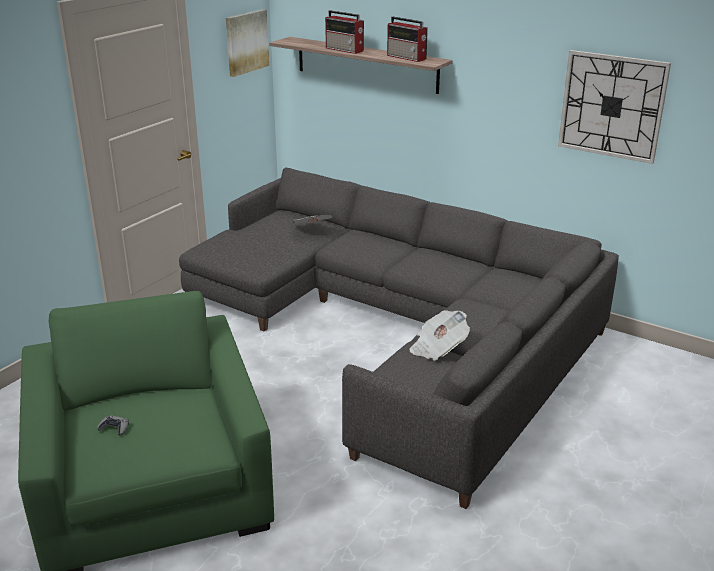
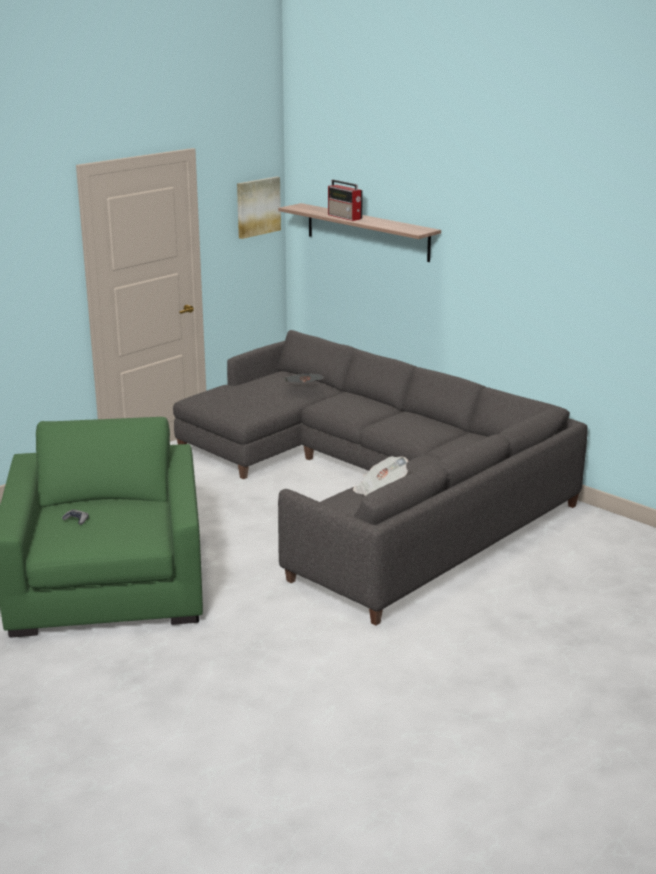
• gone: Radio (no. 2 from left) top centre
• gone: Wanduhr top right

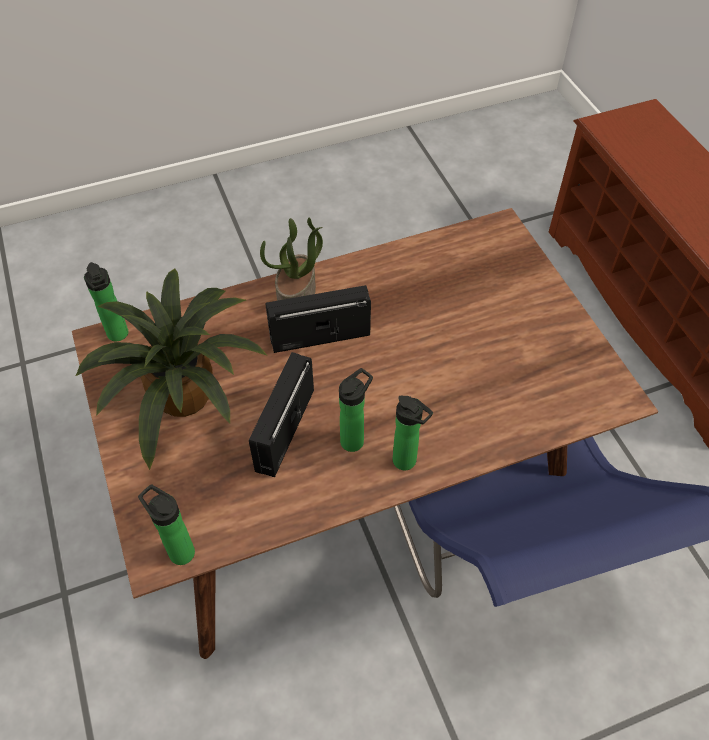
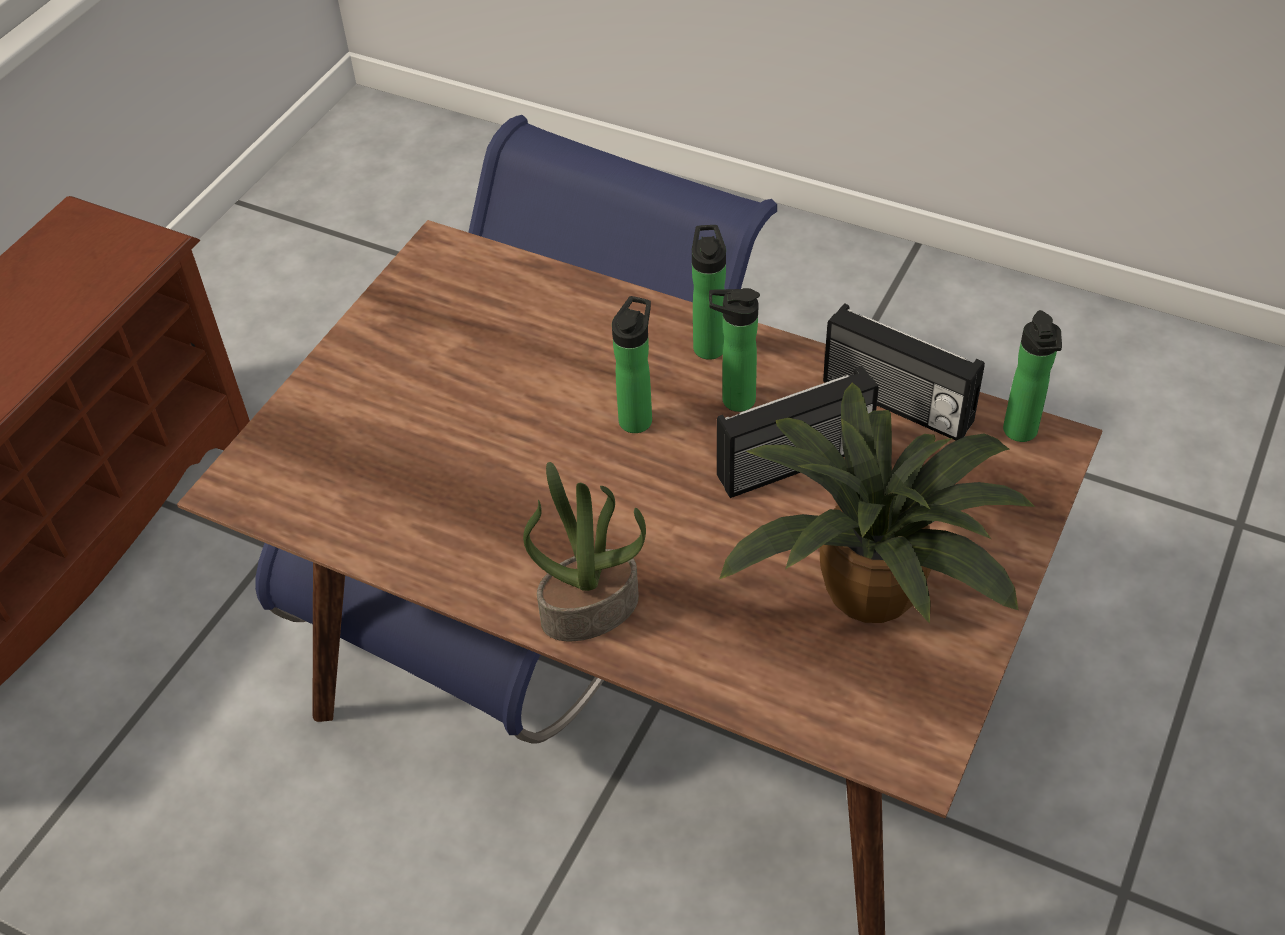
• shifted: Flasche (no. 1 from left) middle left to centre
• shifted: Radio (no. 2 from left) centre to middle right

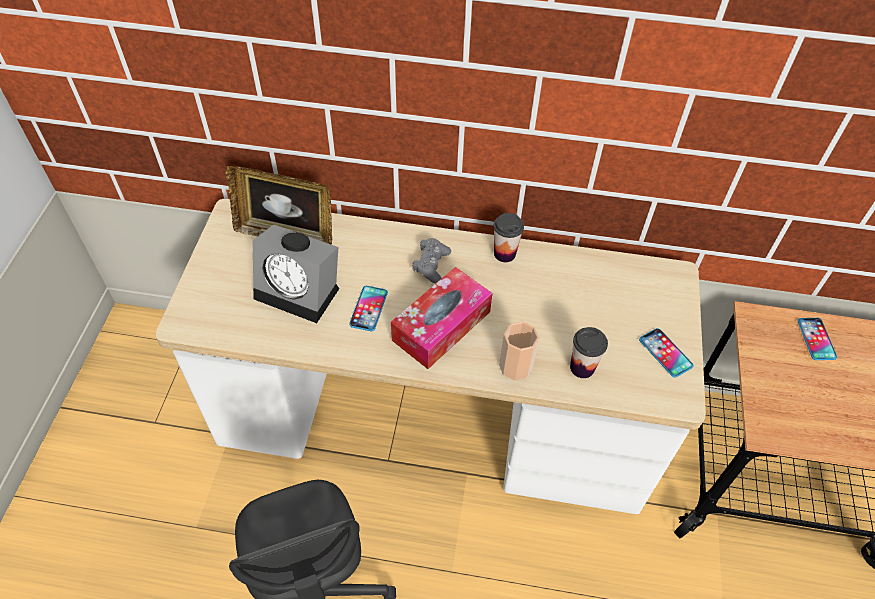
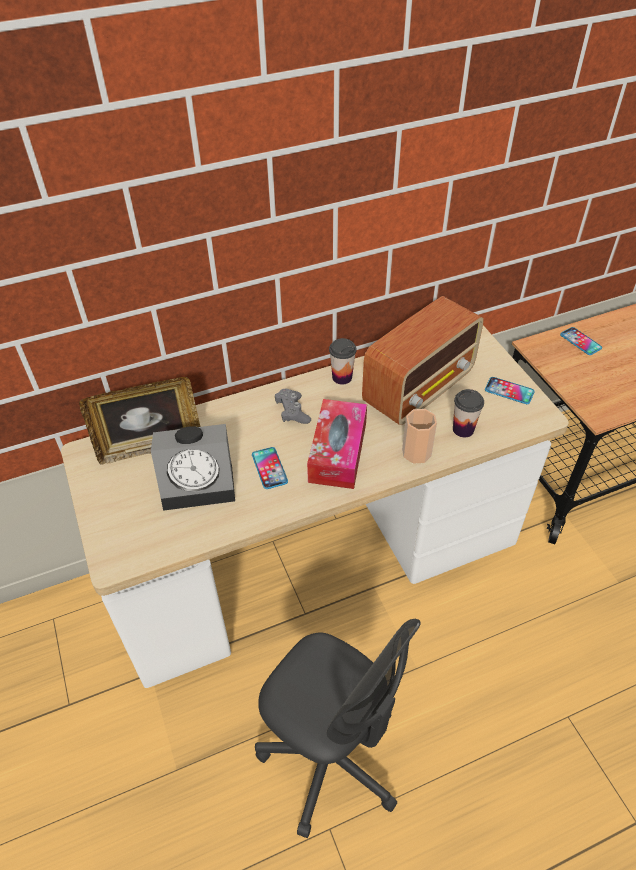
• new: Radio centre

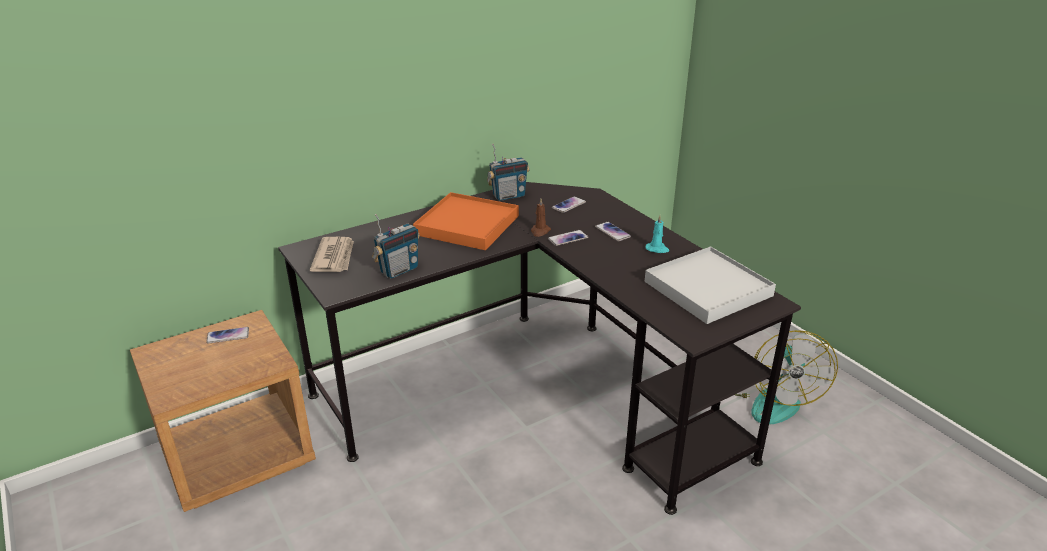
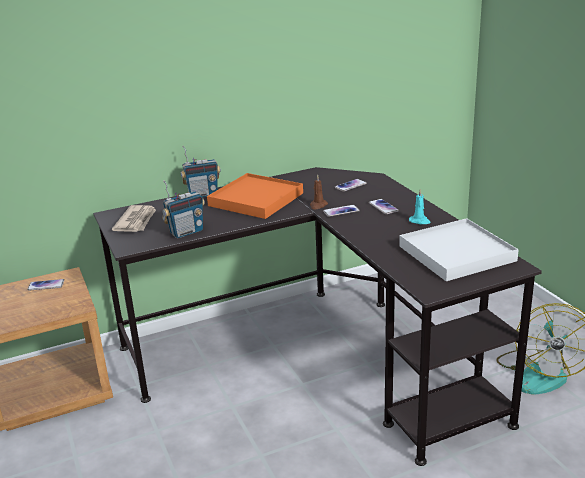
• shifted: Radio (no. 2 from left) top centre to centre

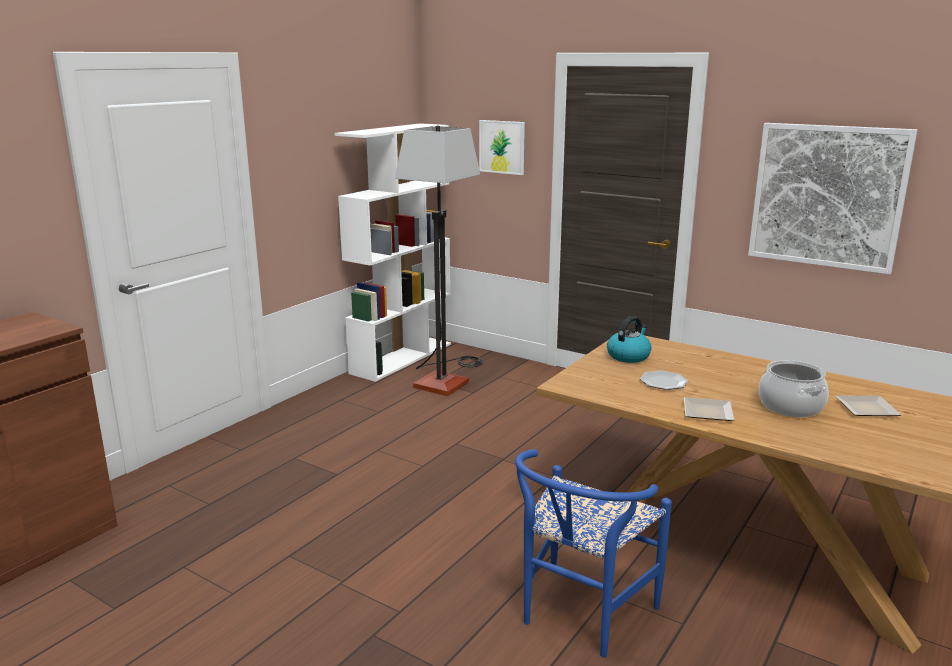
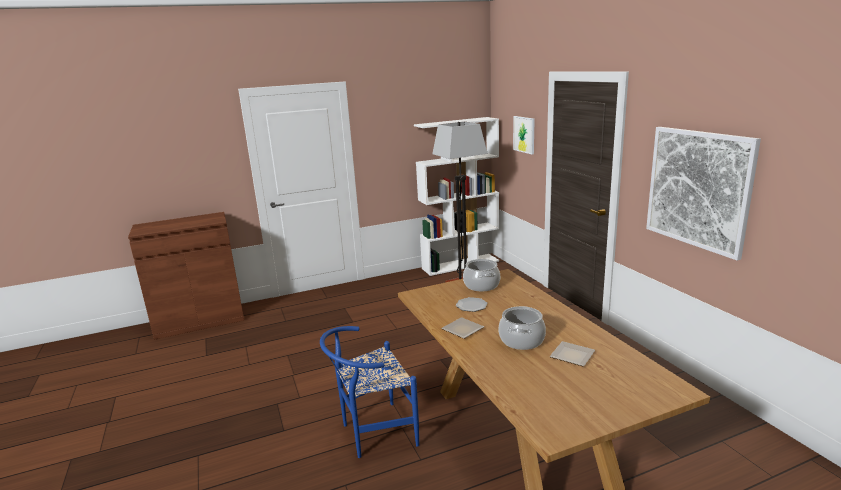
• swapped: Wasserkessel centre to Kochtopf (no. 1 from left) centre

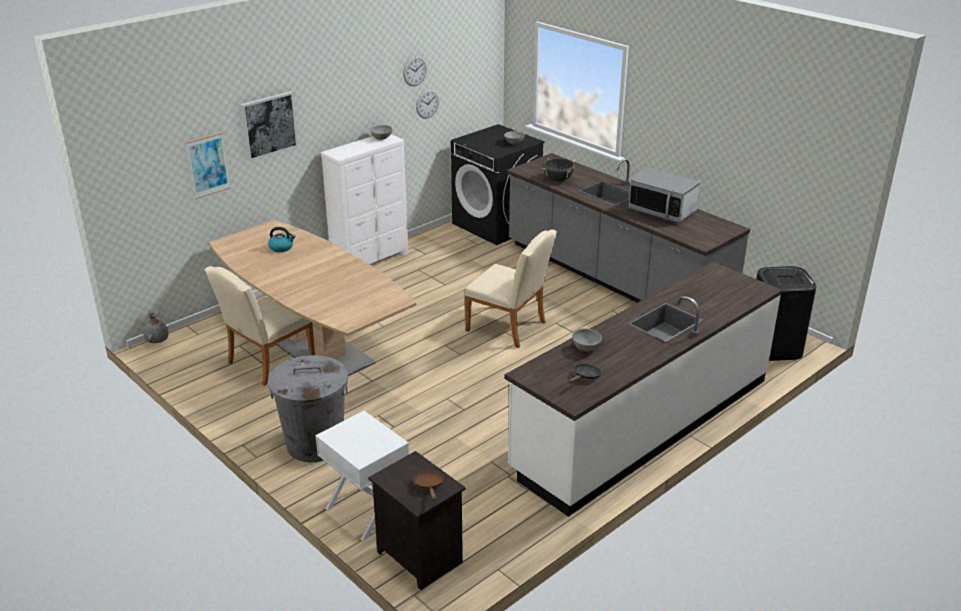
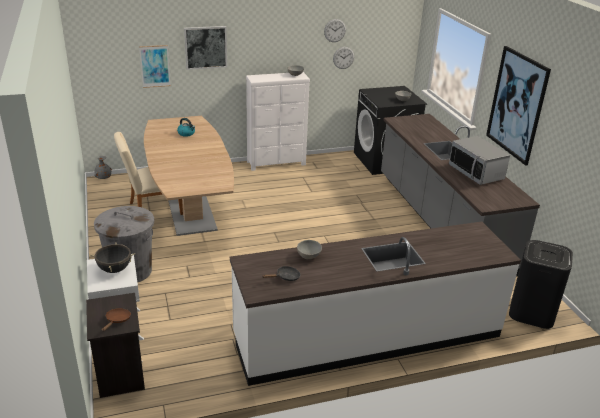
• shifted: Kochtopf/schwarz top centre to middle left
• new: Bild (no. 3 from left) top right
• gone: Stuhl/beige (no. 2 from left) centre

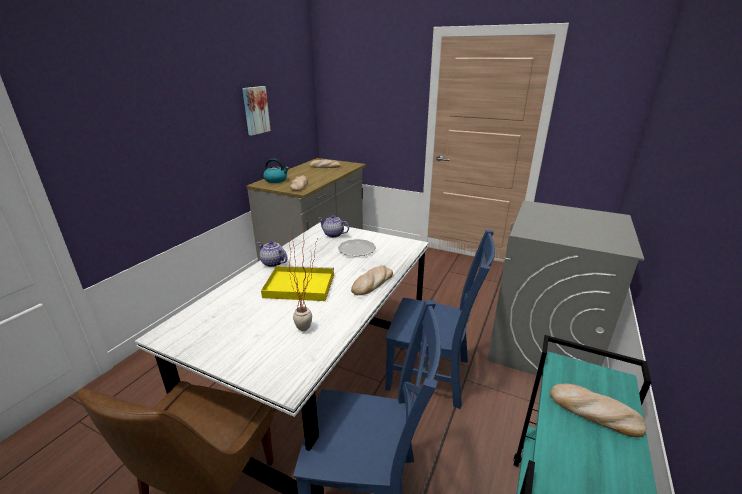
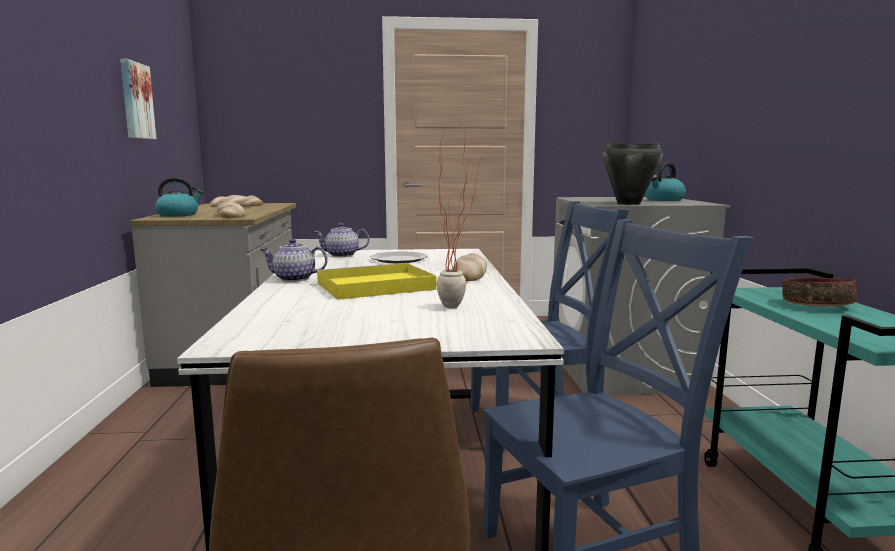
• new: Kochtopf/schwarz top right
• new: Wasserkessel (no. 2 from left) top right
• swapped: Brot (no. 4 from left) bottom right to Schüssel middle right

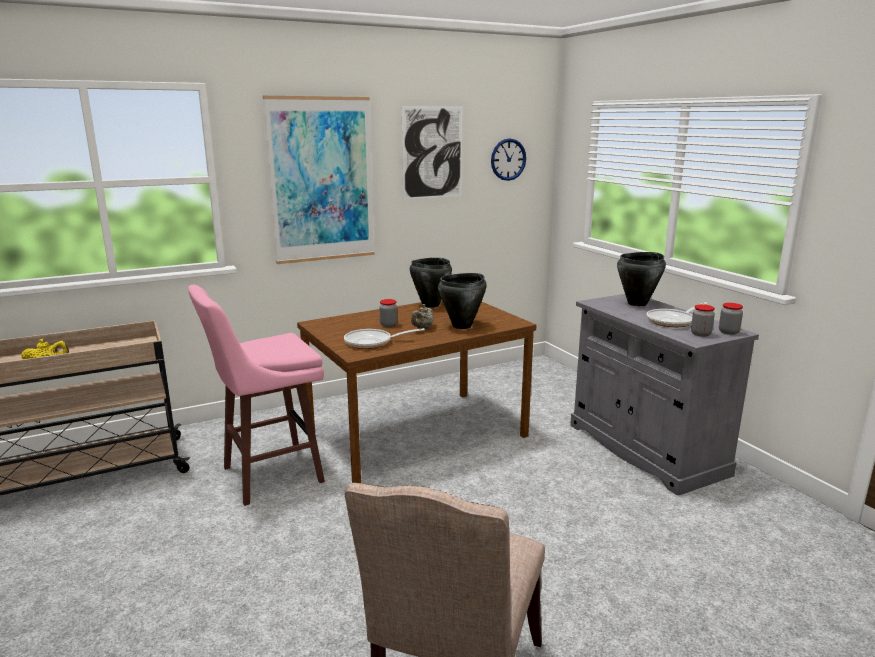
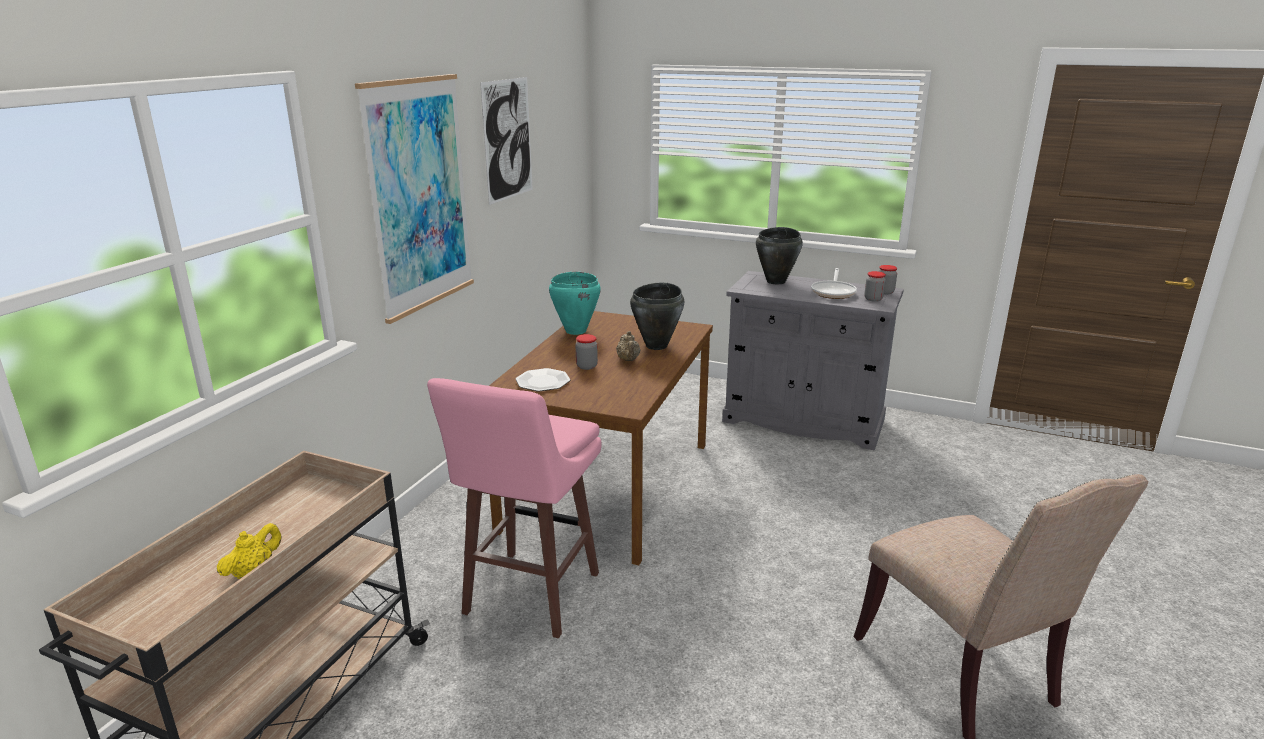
• new: Teller centre
• repainted: Kochtopf/schwarz (no. 1 from left) centre to Kochtopf/türkis centre
• gone: Pfanne (no. 1 from left) centre
• gone: Wanduhr top centre

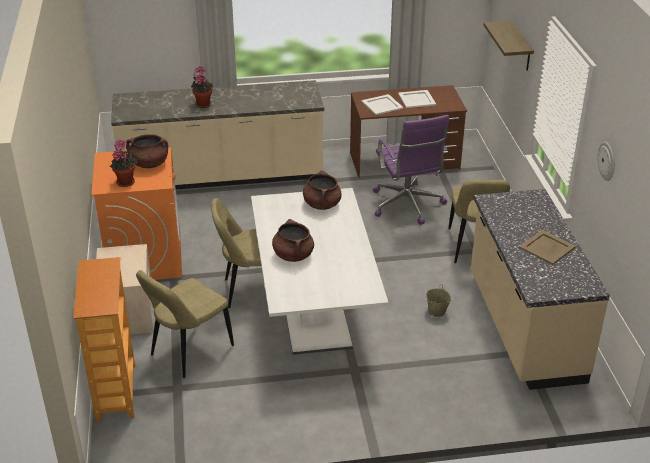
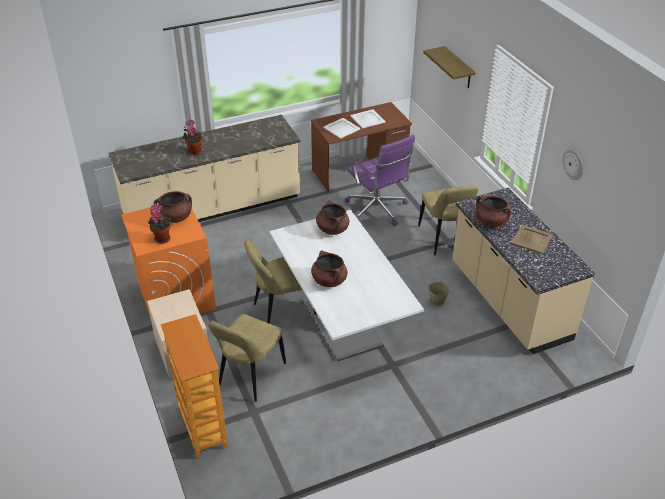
• new: Kochtopf/braun (no. 4 from left) middle right

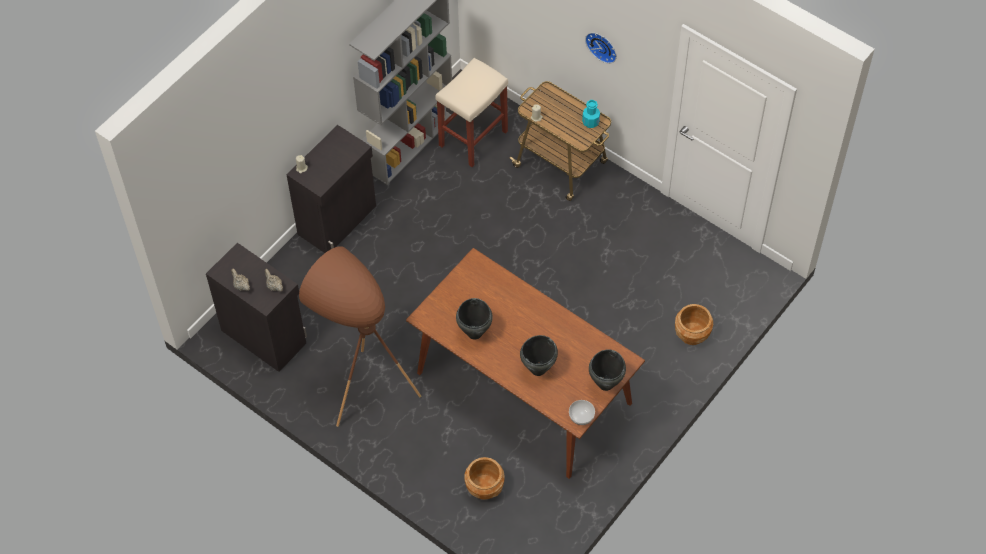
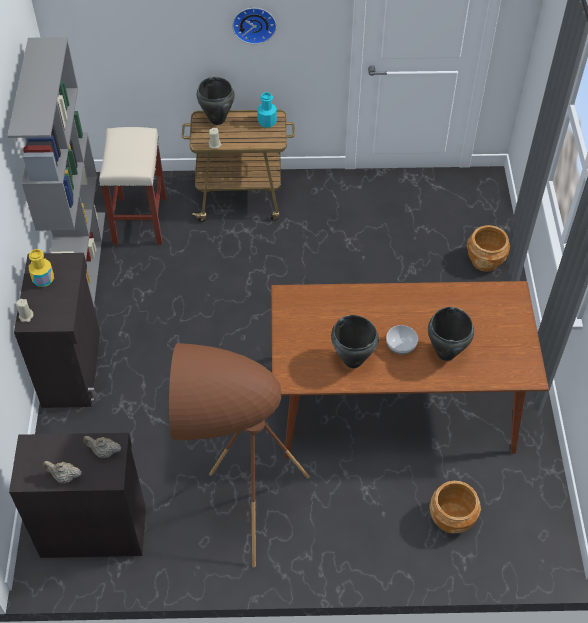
• new: Flasche/gelb middle left
• shifted: Kochtopf/schwarz (no. 3 from left in the first image) bottom centre to Kochtopf/schwarz (no. 1 from left) top centre
• shifted: Schüssel bottom centre to middle right

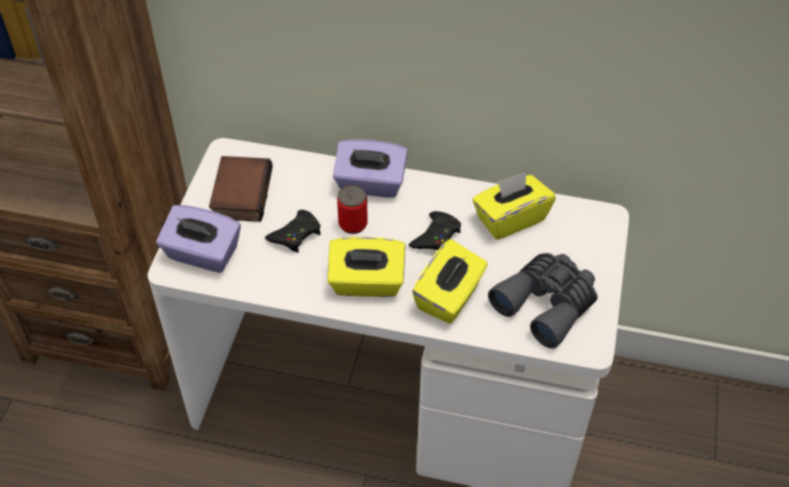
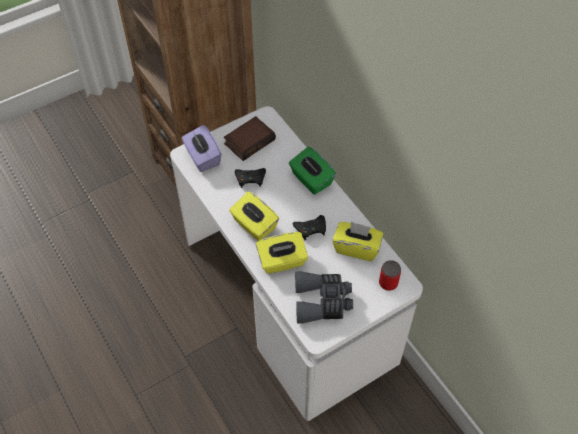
• repainted: Taschentuchbox/lila (no. 2 from left) centre to Taschentuchbox/grün centre
• shifted: Dose centre to middle right

